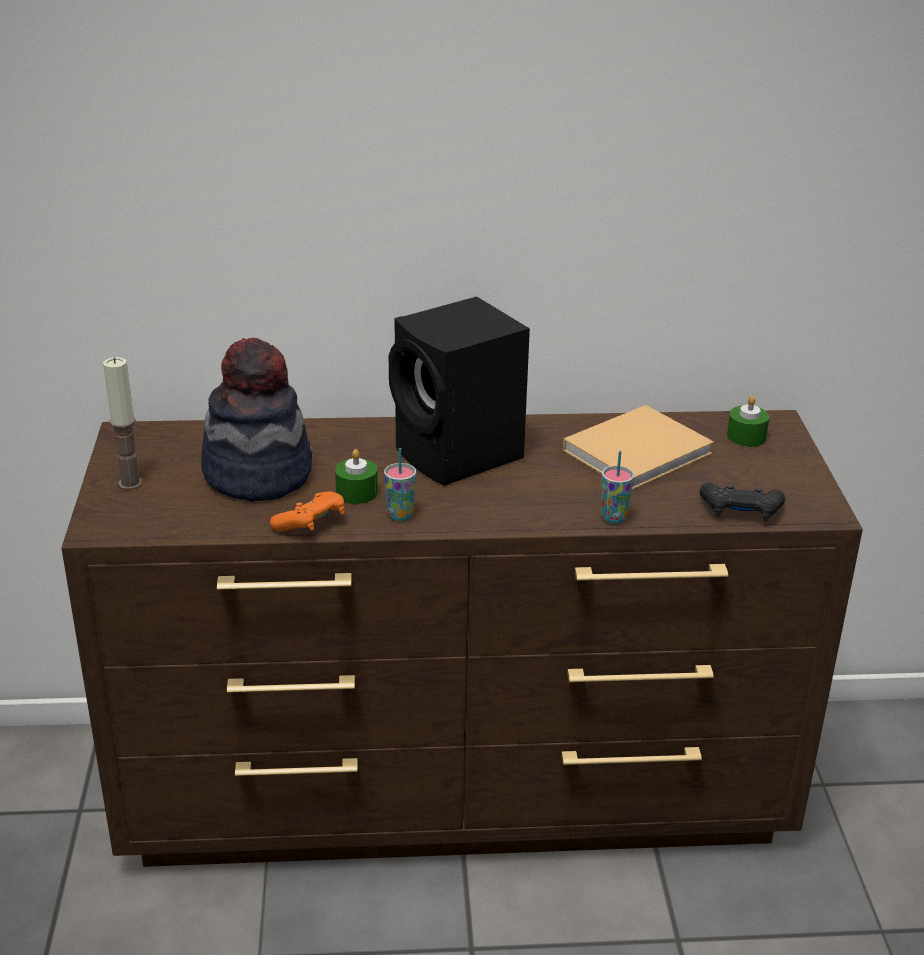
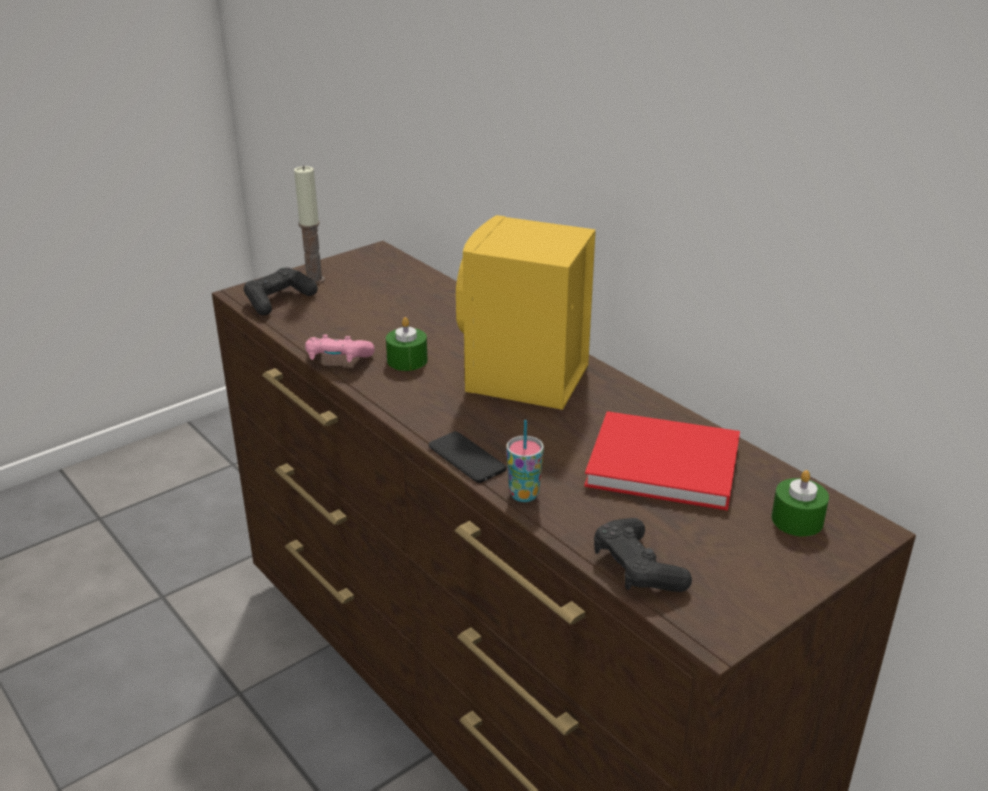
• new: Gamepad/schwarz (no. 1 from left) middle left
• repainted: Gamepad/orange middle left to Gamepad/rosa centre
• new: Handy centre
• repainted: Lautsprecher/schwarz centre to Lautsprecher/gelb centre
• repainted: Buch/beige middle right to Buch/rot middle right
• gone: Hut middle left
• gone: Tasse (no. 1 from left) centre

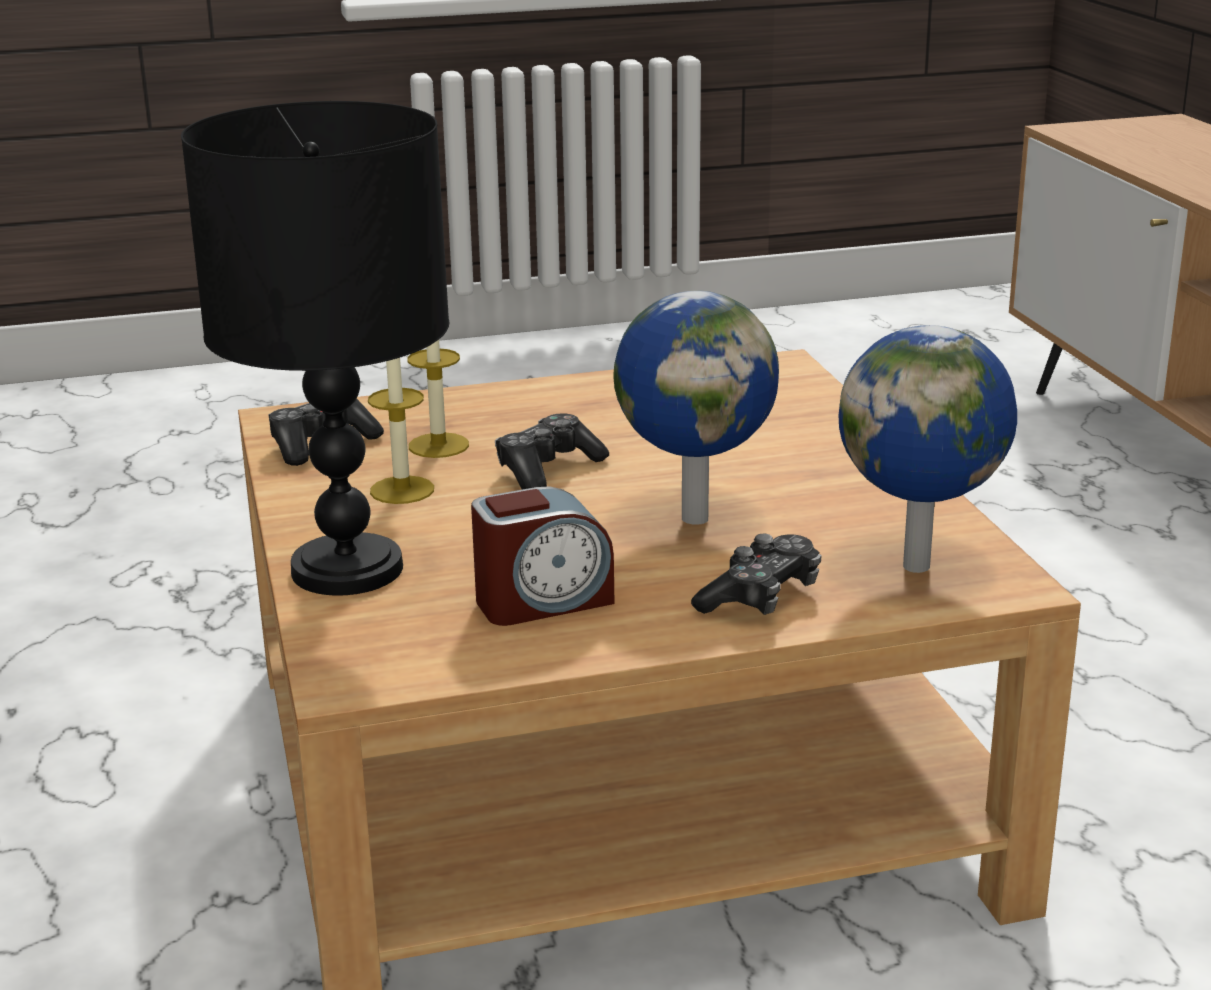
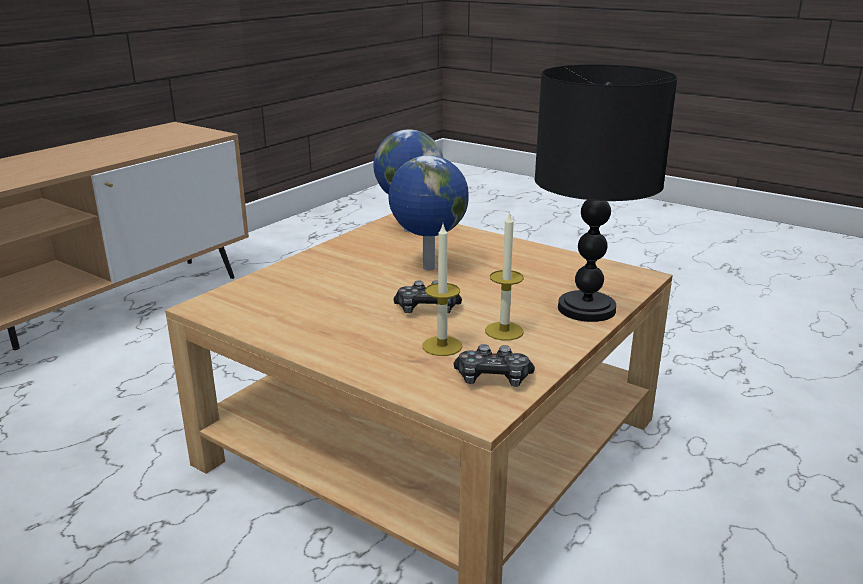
• gone: Wecker centre
• gone: Gamepad (no. 3 from left) centre

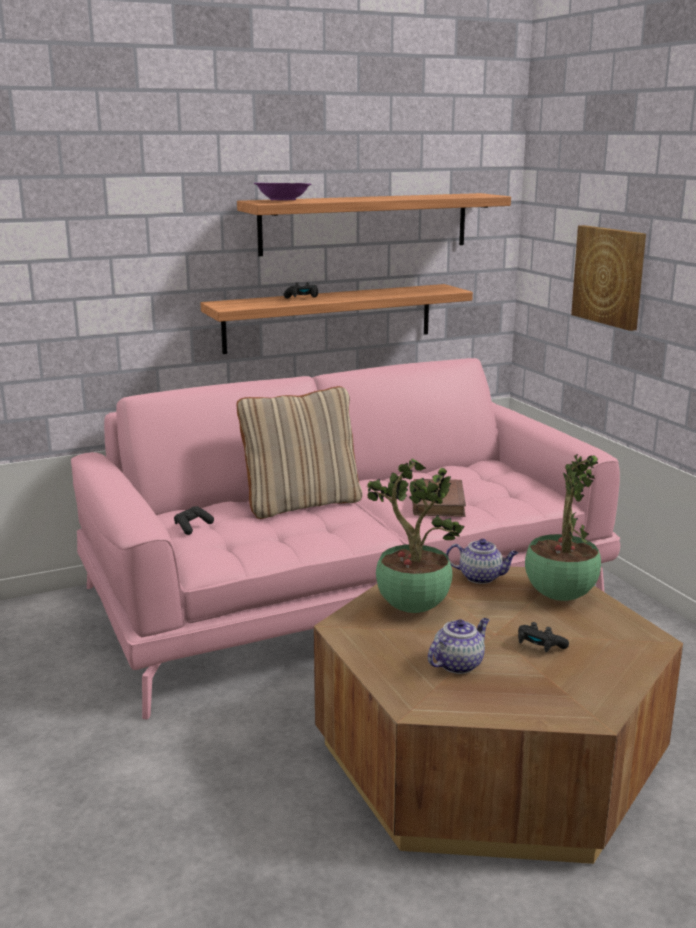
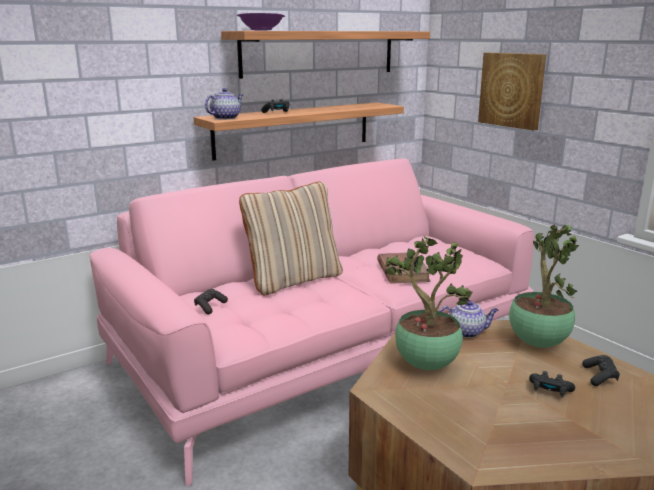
• shifted: Teekanne (no. 1 from left) bottom centre to top centre
• new: Gamepad/schwarz (no. 4 from left) bottom right

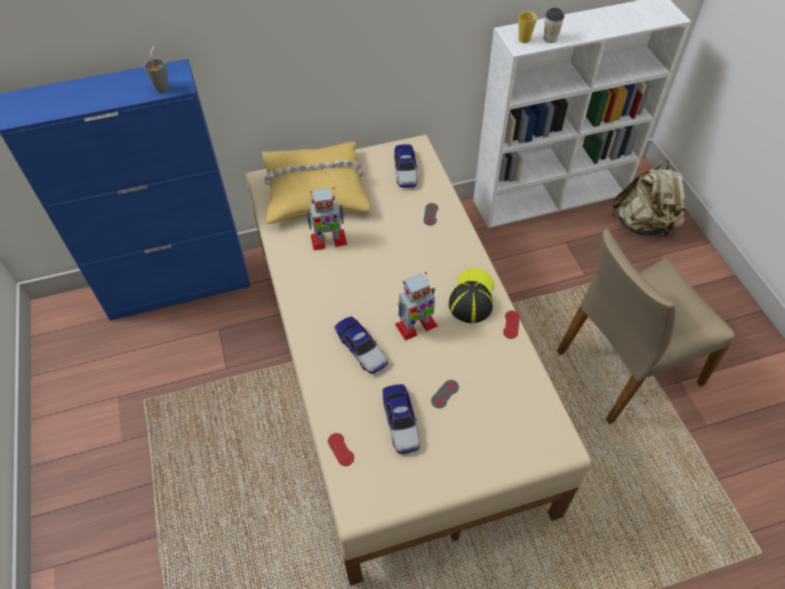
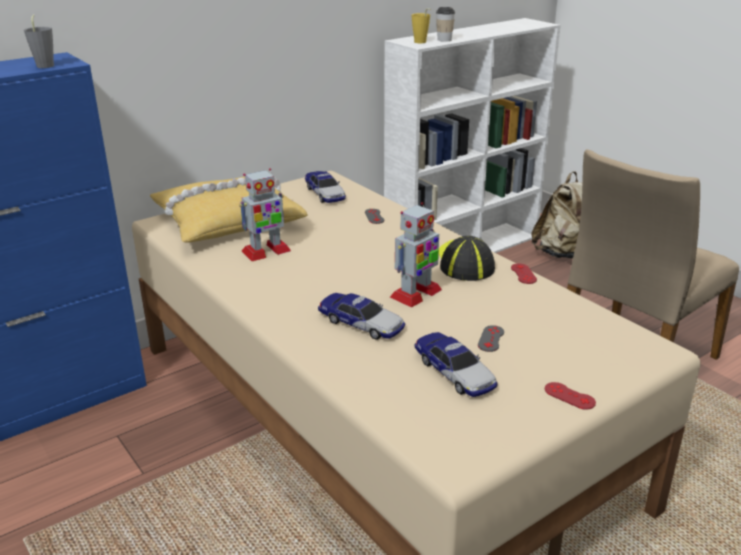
• shifted: Gamepad/rot (no. 1 from left in the first image) bottom centre to Gamepad/rot (no. 2 from left) bottom right

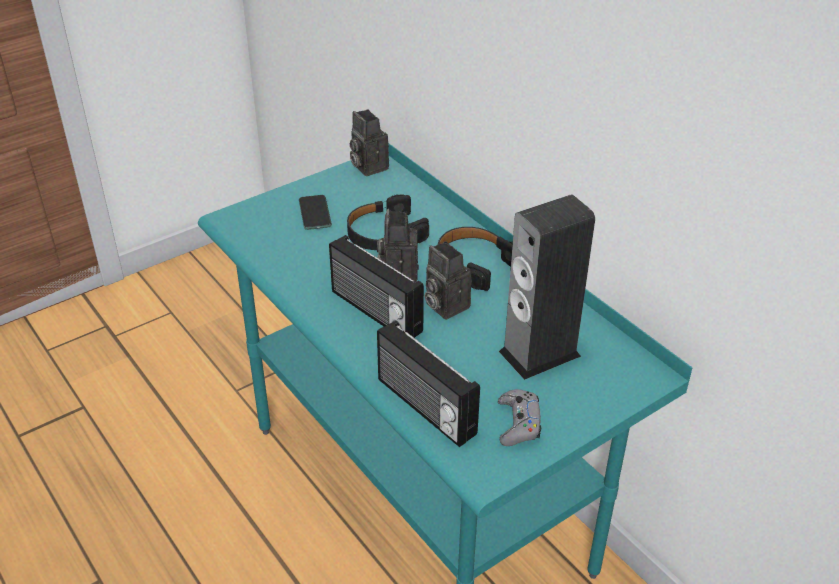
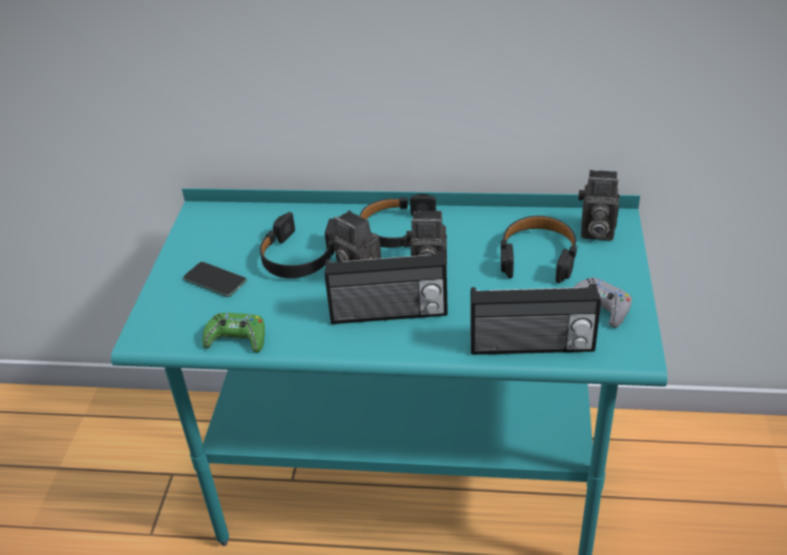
• new: Gamepad/grün middle left
• swapped: Lautsprecher centre to Kopfhörer/schwarz (no. 3 from left) middle right
• shifted: Kamera (no. 1 from left in the first image) top centre to Kamera (no. 3 from left) middle right

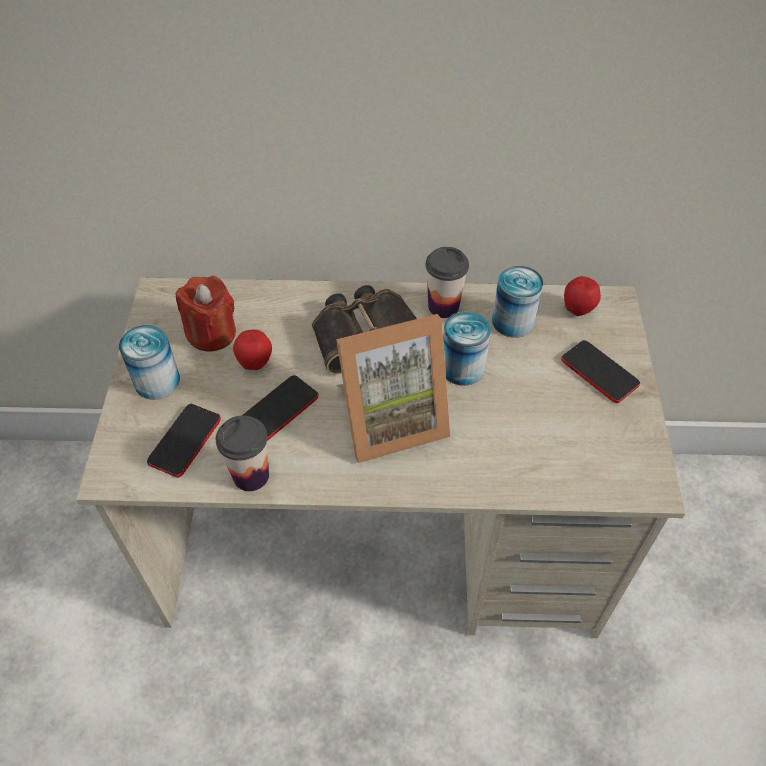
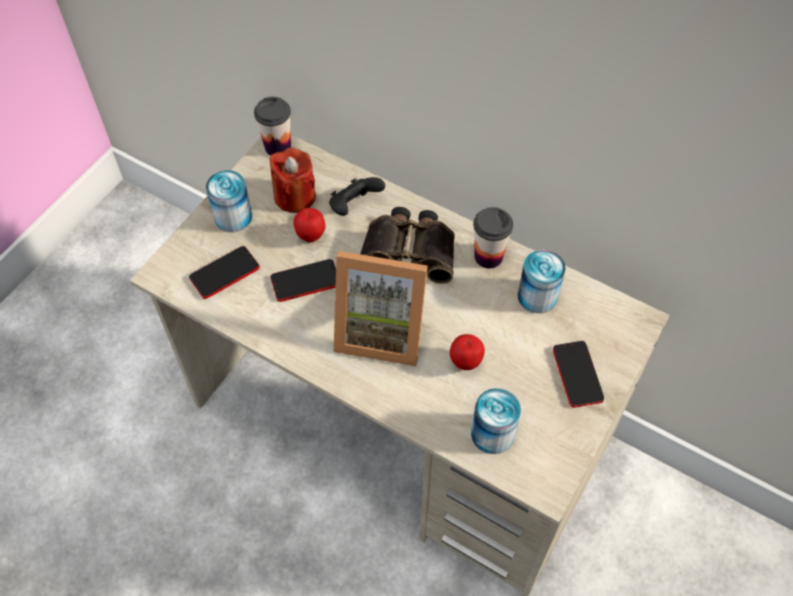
• shifted: Tasse (no. 1 from left) middle left to top centre
• new: Gamepad/schwarz top centre
• shifted: Apfel (no. 2 from left) middle right to centre
• shifted: Dose (no. 2 from left) centre to bottom centre

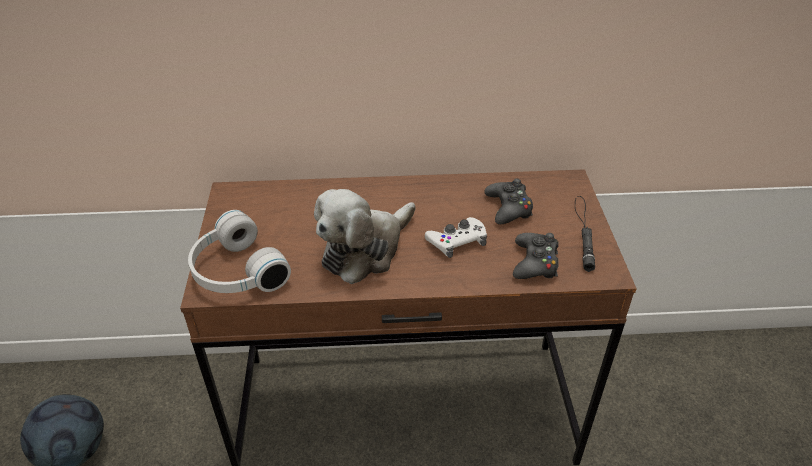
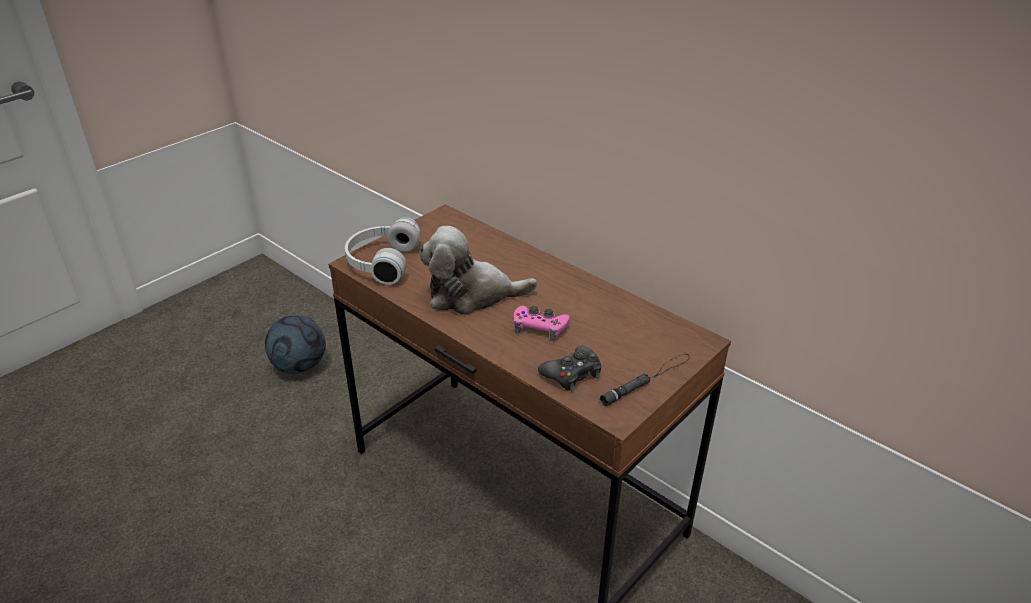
• repainted: Gamepad/weiß centre to Gamepad/rosa centre
• gone: Gamepad/schwarz (no. 1 from left) centre

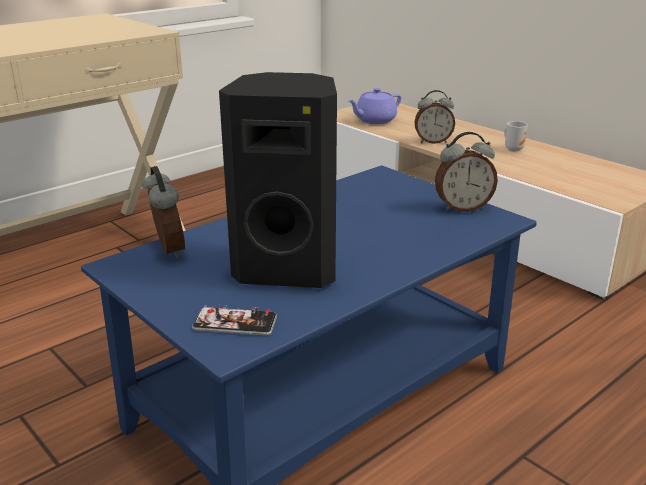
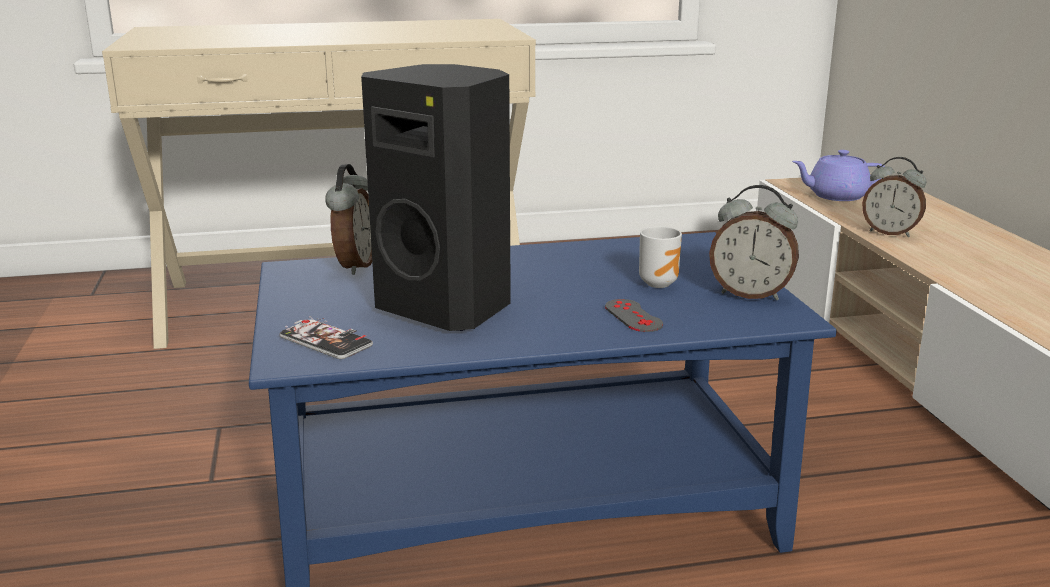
• new: Gamepad/grau centre
• shifted: Henkelbecher top right to centre

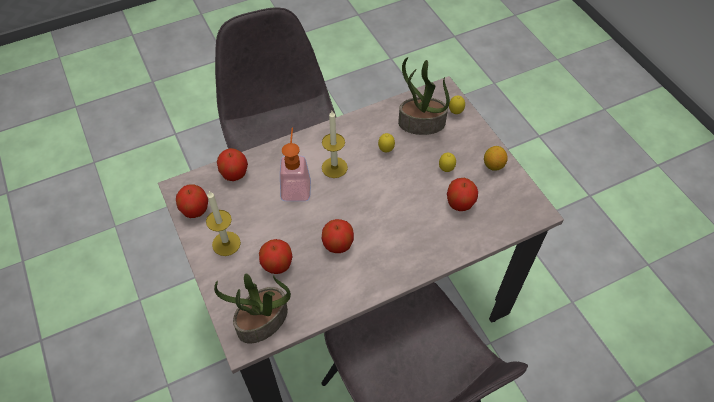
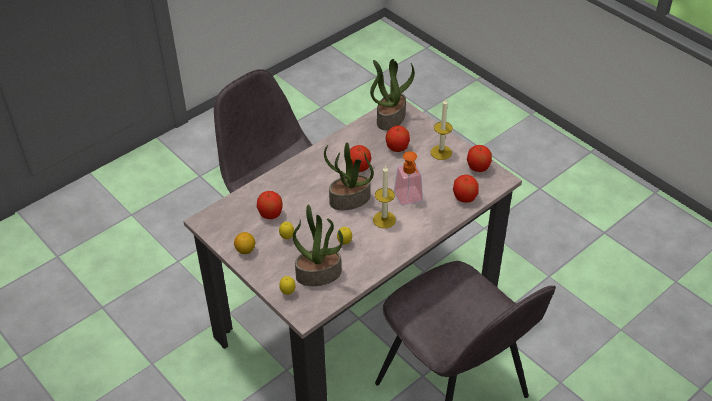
• new: Topfpflanze (no. 2 from left) centre

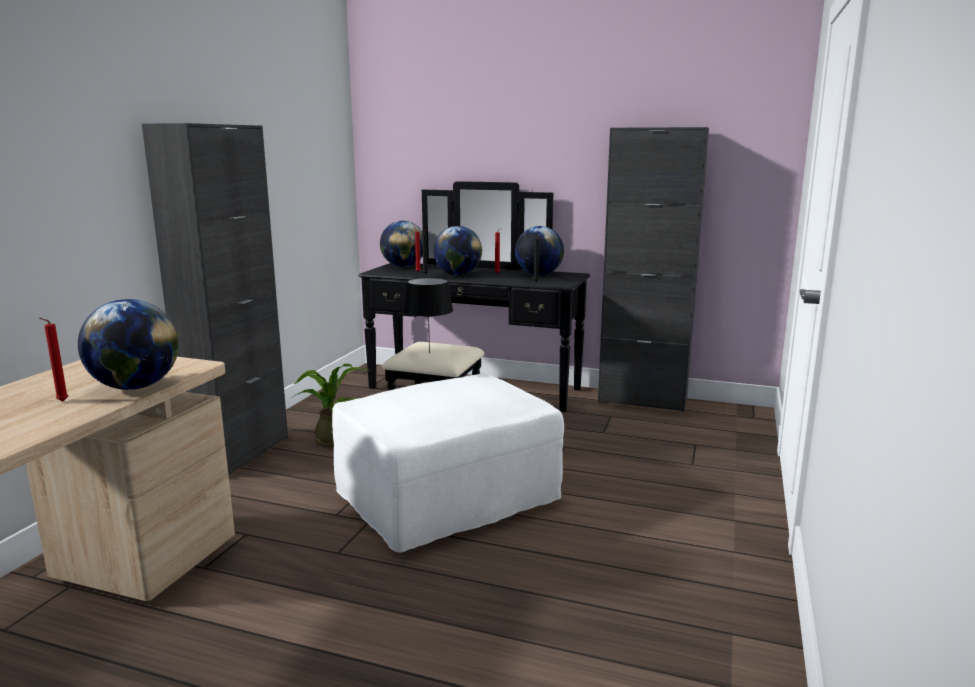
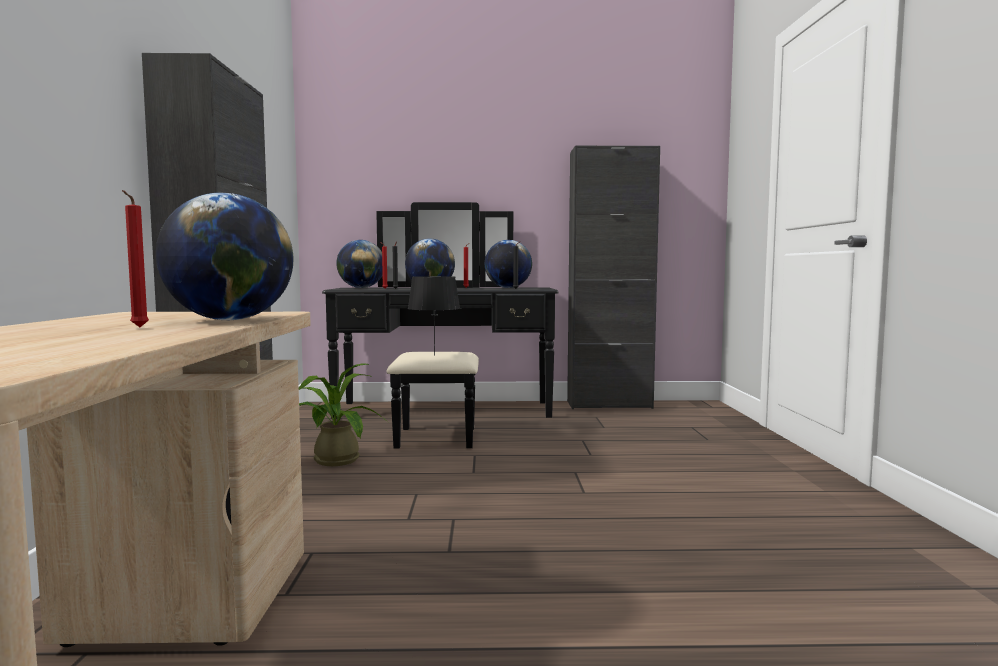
• gone: Polsterhocker/weiß bottom centre

